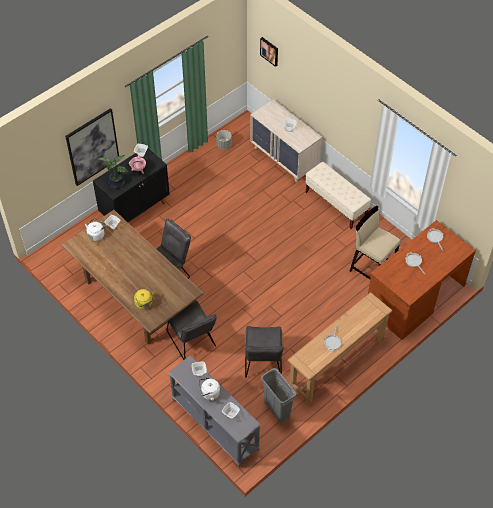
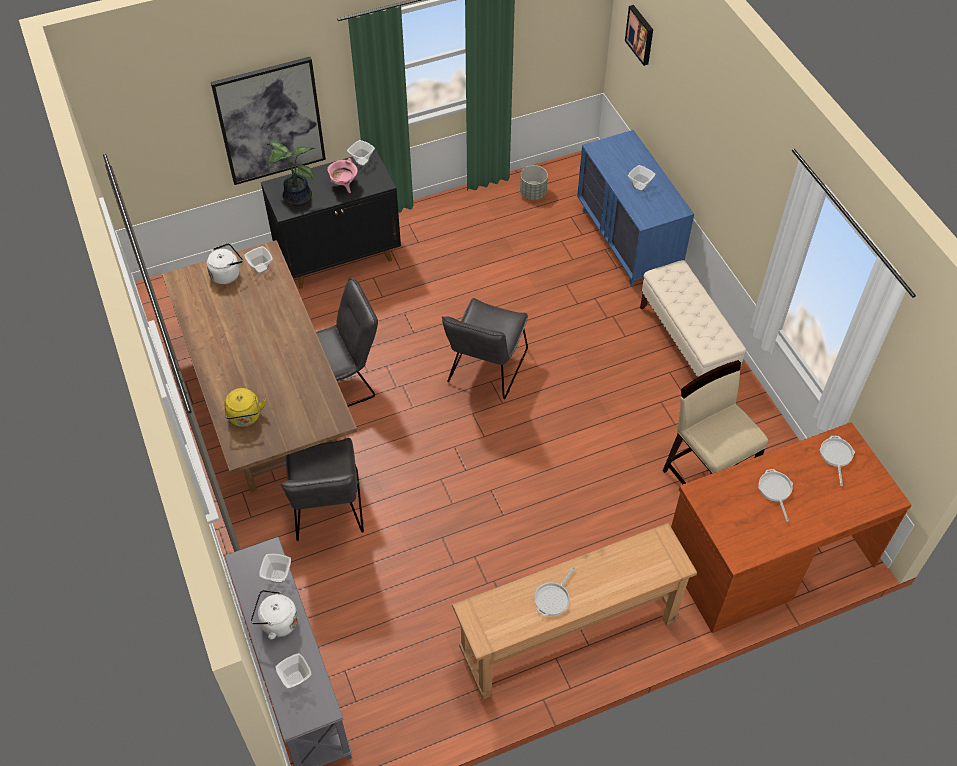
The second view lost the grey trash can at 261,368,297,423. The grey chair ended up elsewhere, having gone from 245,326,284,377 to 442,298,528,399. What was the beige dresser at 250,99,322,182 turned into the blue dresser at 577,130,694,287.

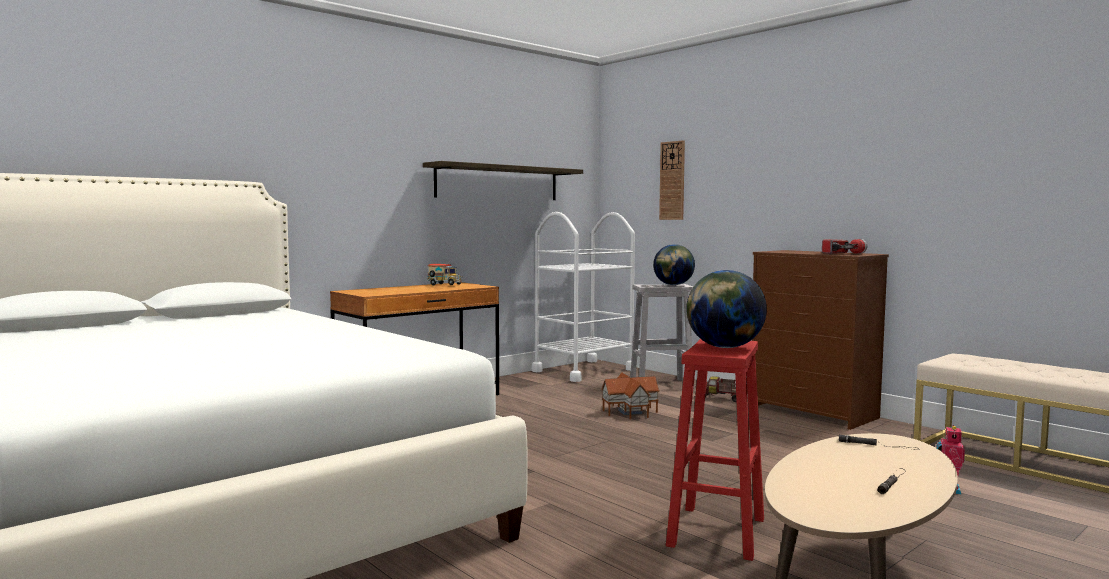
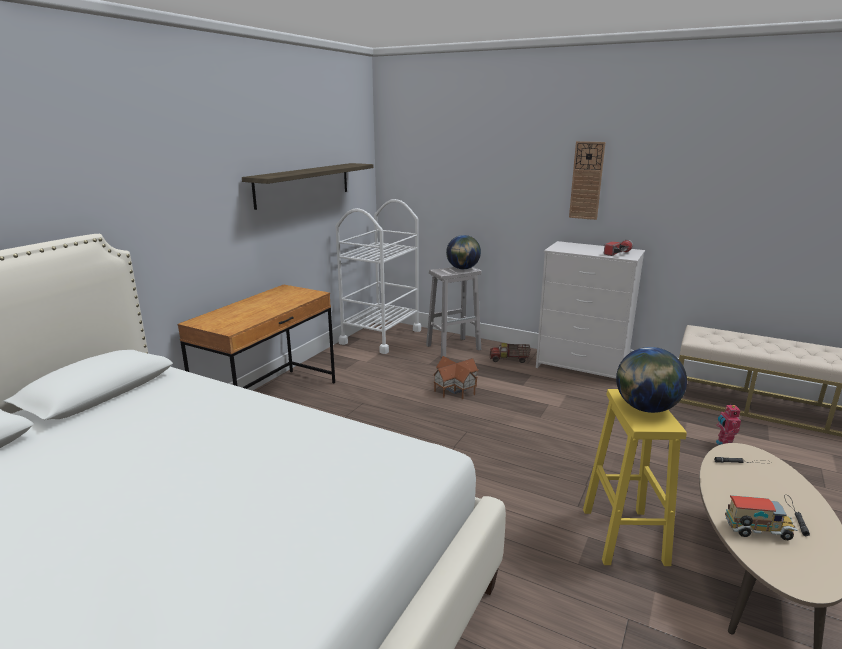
The toy truck ended up elsewhere, having gone from 427,264,462,285 to 725,495,798,540. The wall clock ended up elsewhere, having gone from 659,140,685,220 to 569,141,605,220. What was the red stool at 666,339,764,561 turned into the yellow stool at 583,389,687,566. What was the brown dresser at 751,250,889,430 turned into the white dresser at 536,241,645,379.

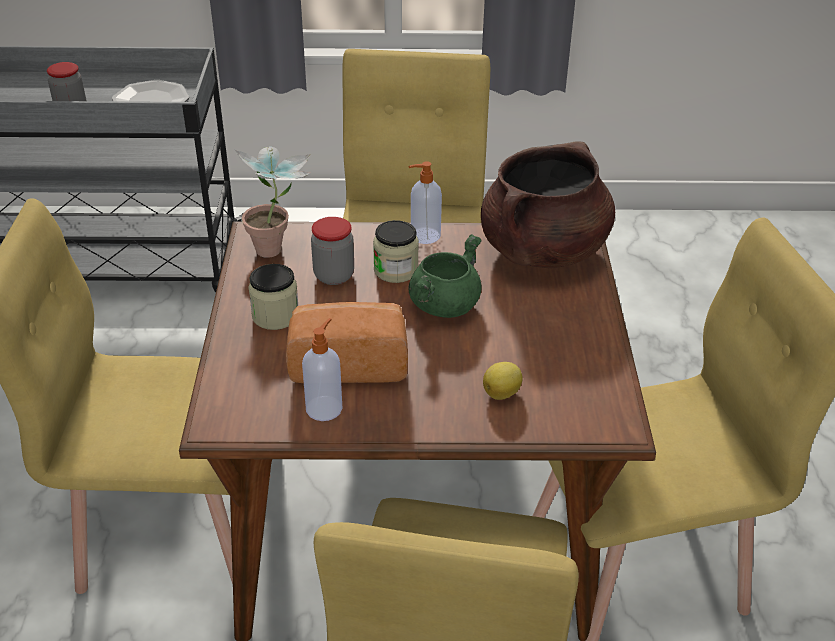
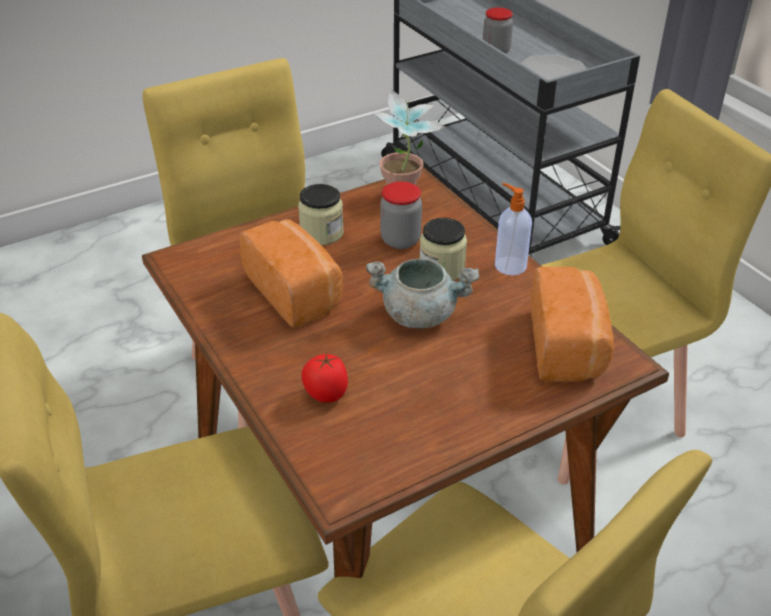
The second view lost the soap dispenser at 302,318,343,421. Where the brown cooking pot stood at 481,142,615,268, the bread came to stand at 531,267,614,382. Where the lemon stood at 483,362,523,400, the tomato came to stand at 302,353,348,403. What was the green cooking pot at 409,234,482,318 turned into the grey cooking pot at 366,259,480,328.

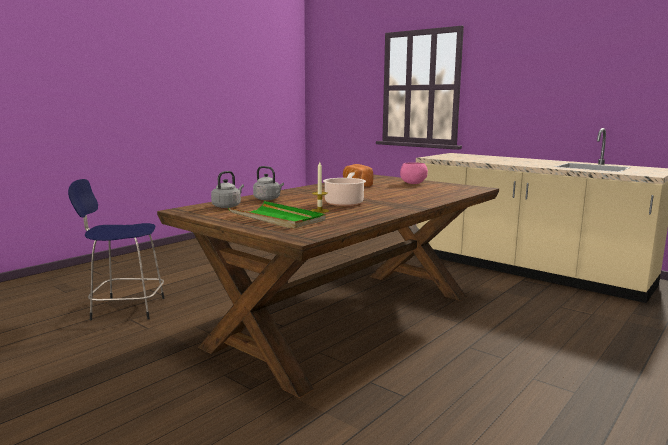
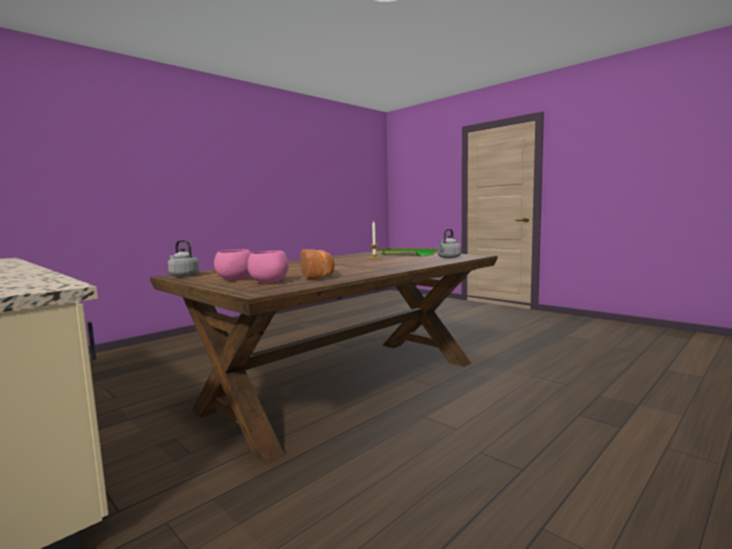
The second view lost the blue stool at 68,179,164,320. The second view lost the cooking pot at 323,172,366,206. The second view gained the pink bowl at 247,251,289,283. The grey kettle ended up elsewhere, having gone from 253,166,284,200 to 168,240,199,277.

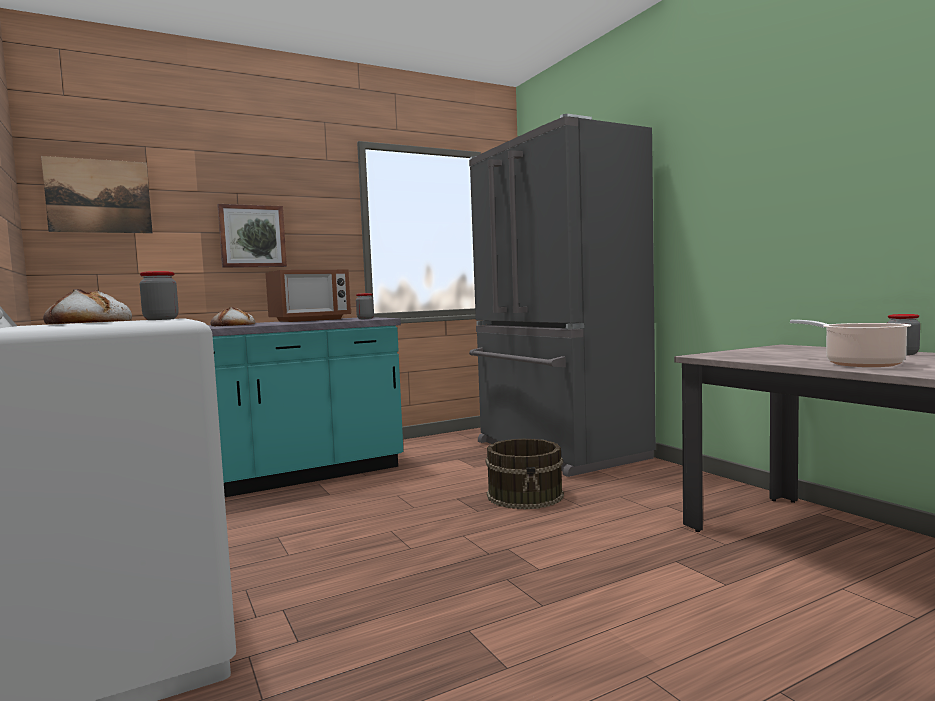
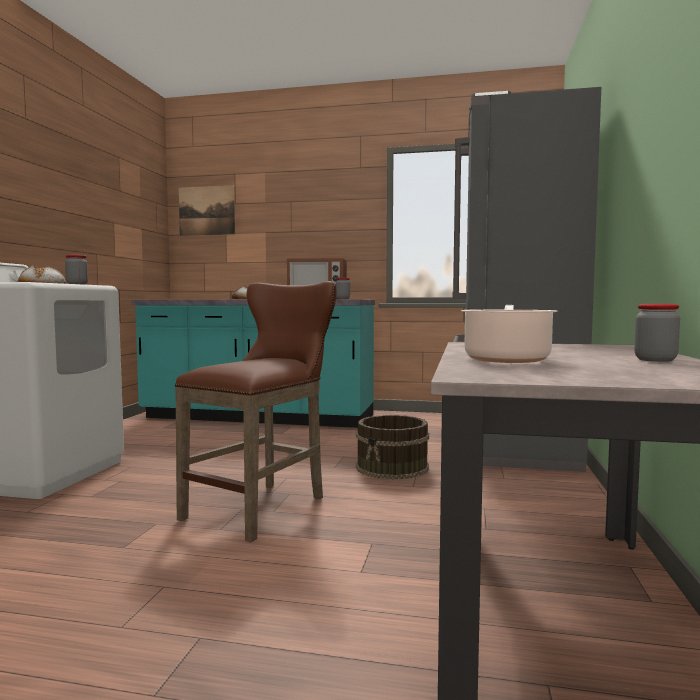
The second view lost the picture at 217,204,287,268. The second view gained the brown stool at 175,281,337,543.

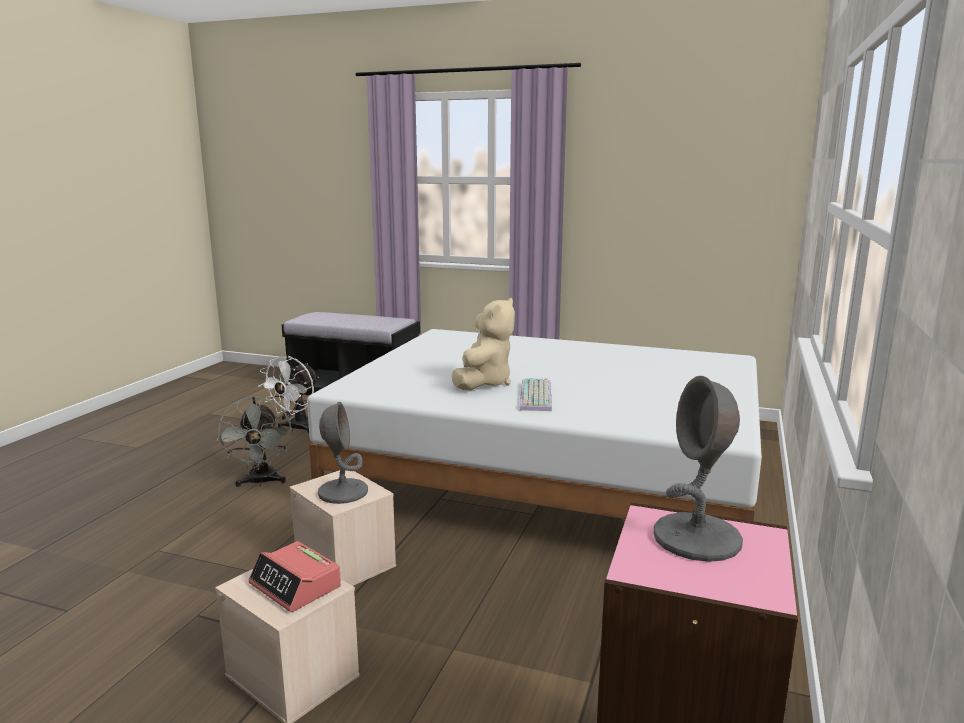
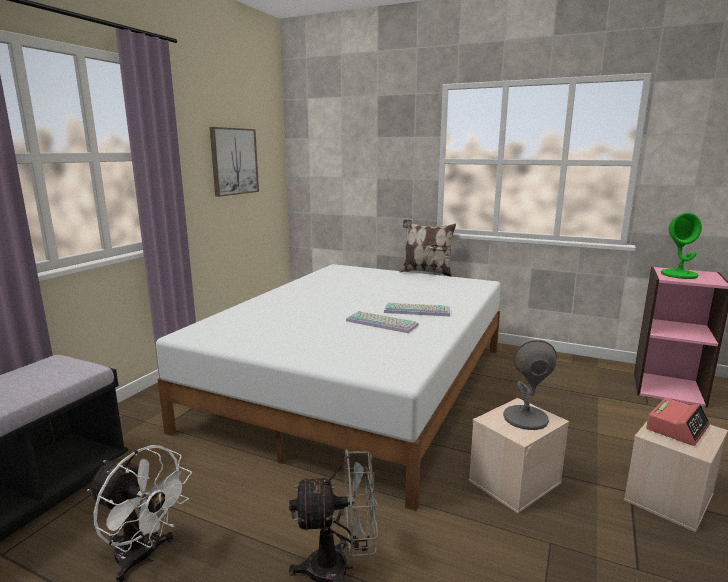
The second view gained the picture at 210,127,259,197. The second view gained the pillow at 399,219,456,277. Where the beige plush toy stood at 452,298,515,390, the keyboard came to stand at 346,311,419,333. What was the grey table lamp at 654,376,743,562 turned into the green table lamp at 661,213,702,279.

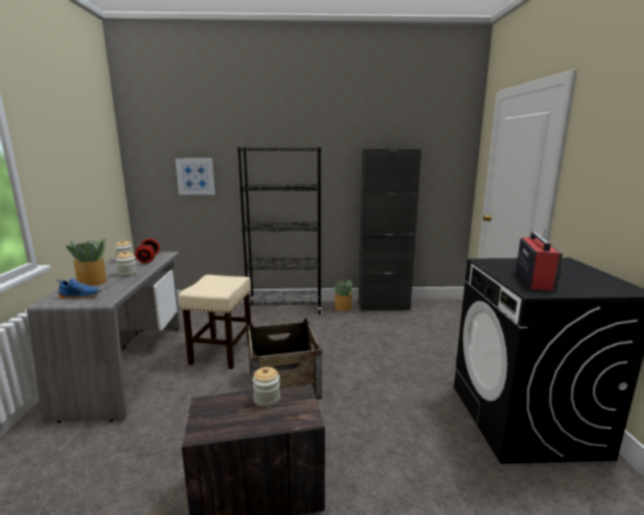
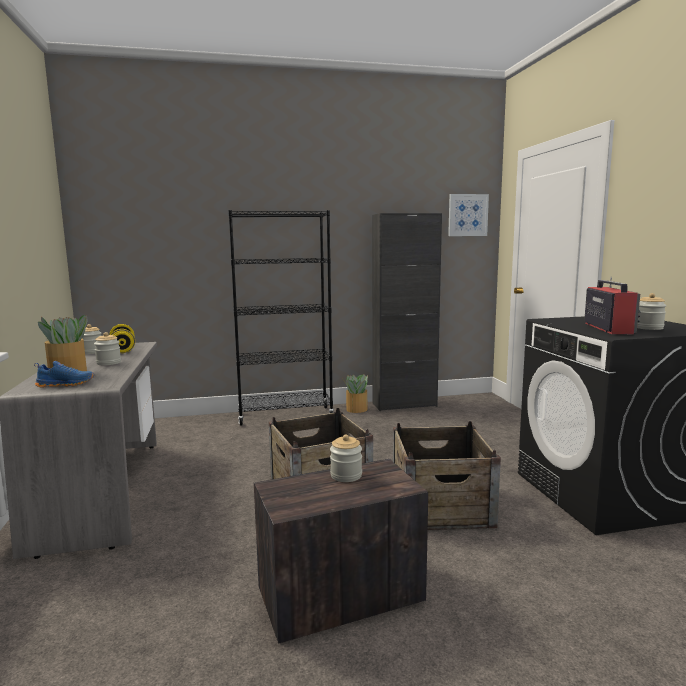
The second view lost the beige stool at 179,275,251,369. The second view gained the crate at 393,421,501,530. The second view gained the jar at 637,293,667,330. The picture ended up elsewhere, having gone from 175,158,215,195 to 448,194,489,236. What was the red dumbbell at 135,239,160,263 turned into the yellow dumbbell at 109,324,135,353.

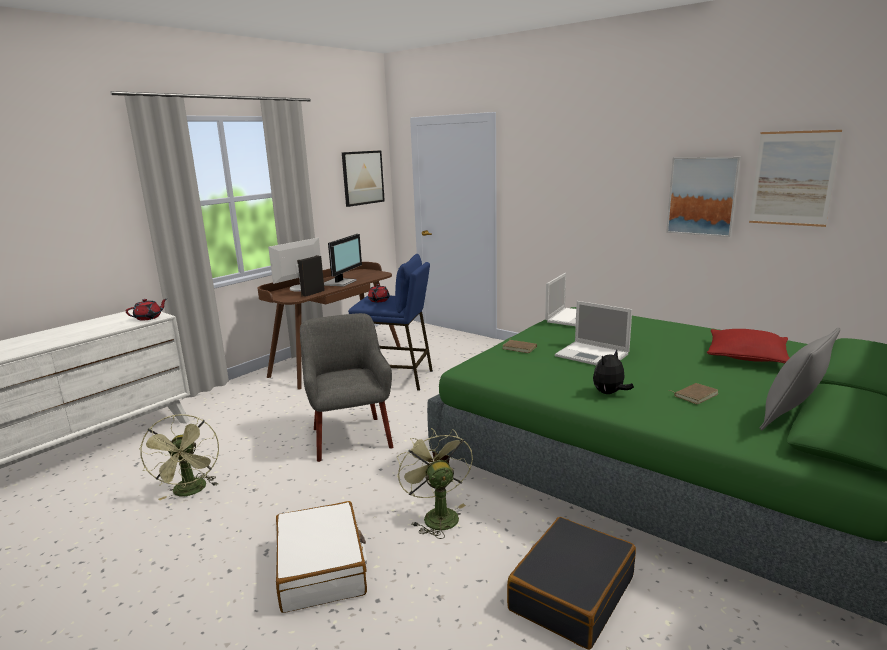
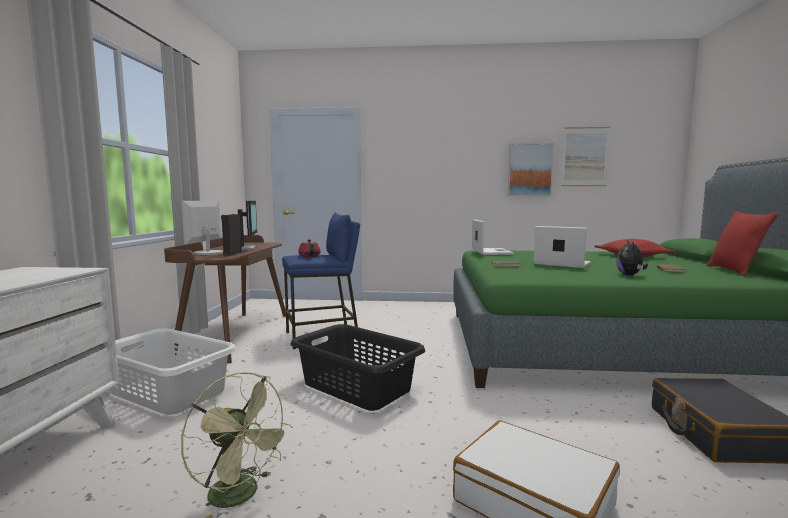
The second view lost the red teapot at 126,299,167,320. The second view lost the picture at 342,150,385,207. The second view lost the green fan at 397,428,473,539. The second view gained the white laundry basket at 110,328,237,415. Where the grey armchair stood at 300,313,393,462, the black laundry basket came to stand at 290,324,425,411. What was the grey pillow at 760,327,840,430 turned into the red pillow at 707,211,778,276. The laptop at 555,301,632,365 ended up facing another way, 150 degrees counterclockwise from before.

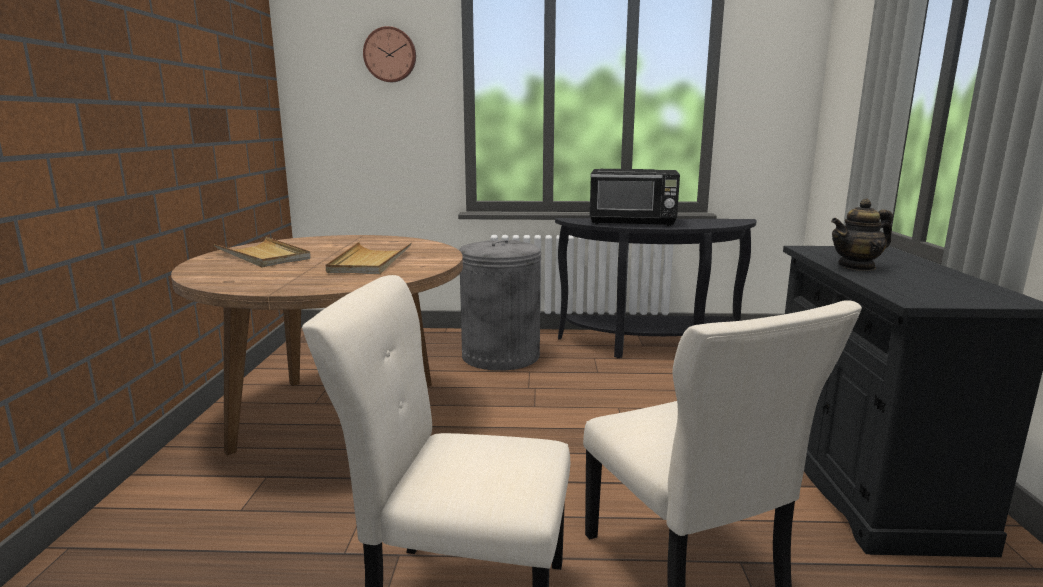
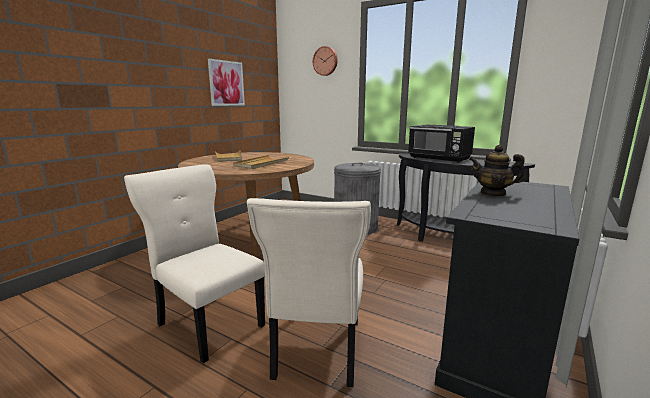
The second view gained the picture at 208,59,245,106.

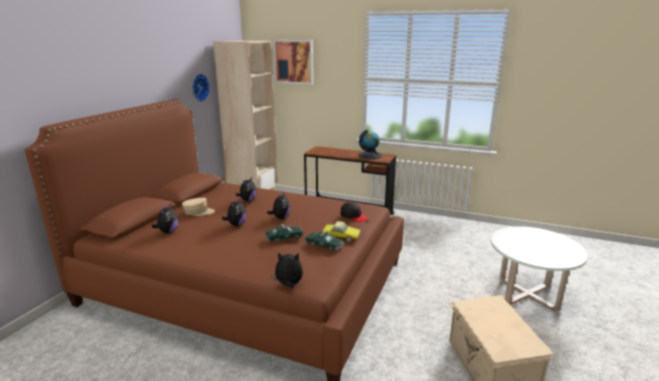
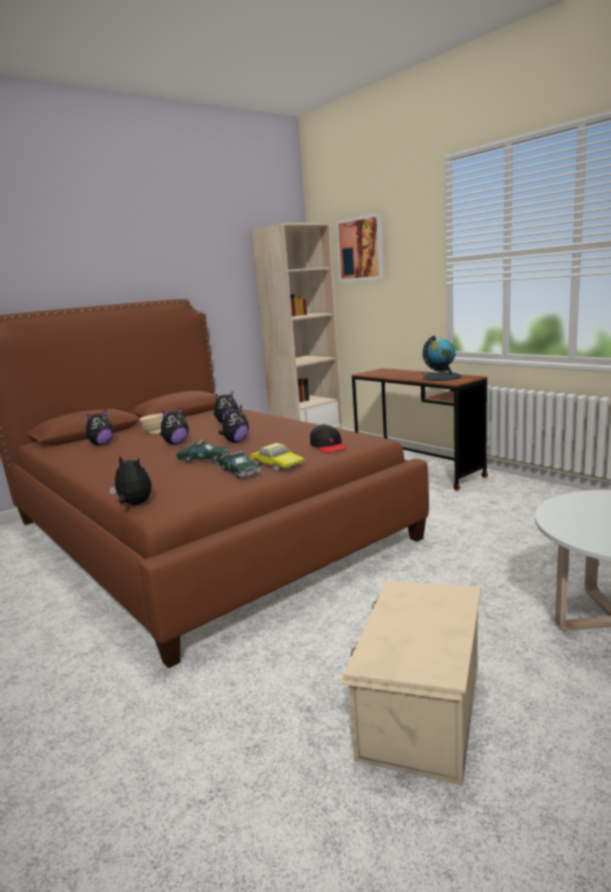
The second view lost the wall clock at 192,74,210,102.

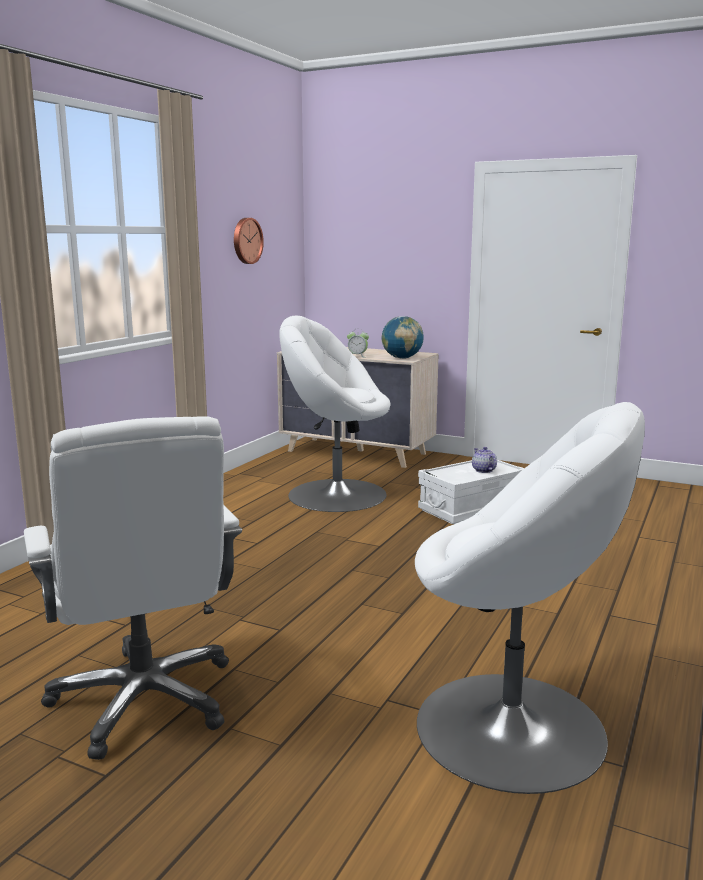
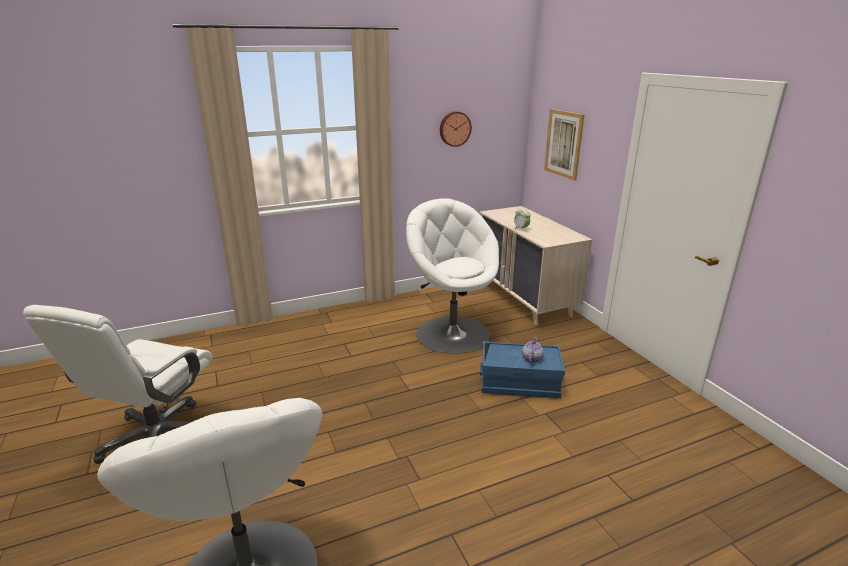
The second view lost the globe at 381,316,424,359. The second view gained the picture at 544,109,584,181. What was the white storage box at 418,460,524,524 turned into the blue storage box at 480,341,565,398.

